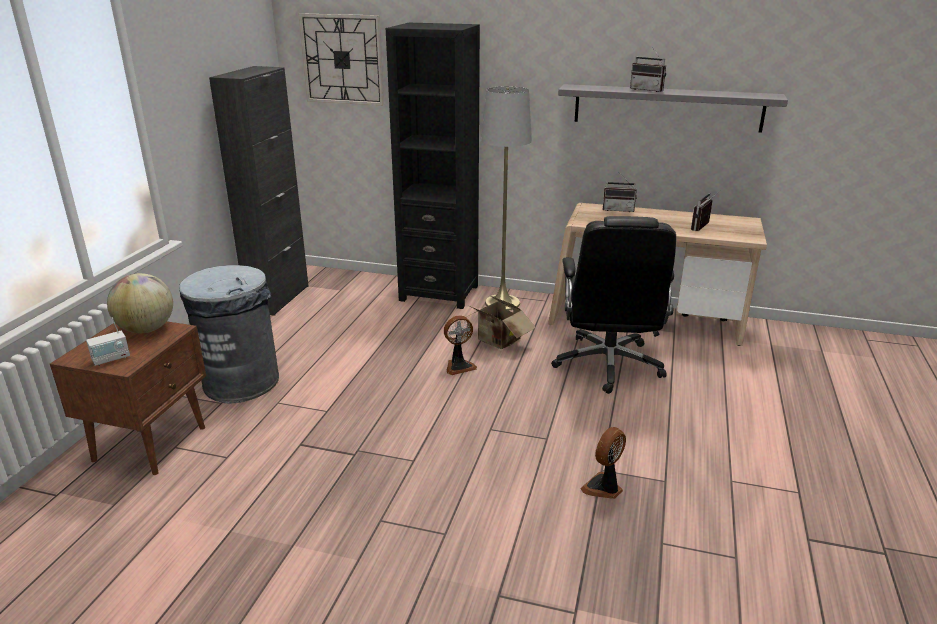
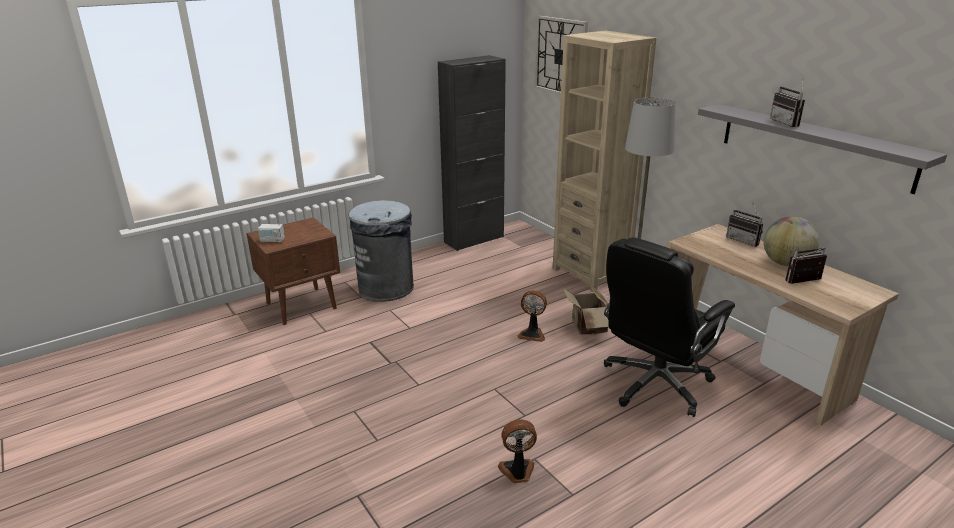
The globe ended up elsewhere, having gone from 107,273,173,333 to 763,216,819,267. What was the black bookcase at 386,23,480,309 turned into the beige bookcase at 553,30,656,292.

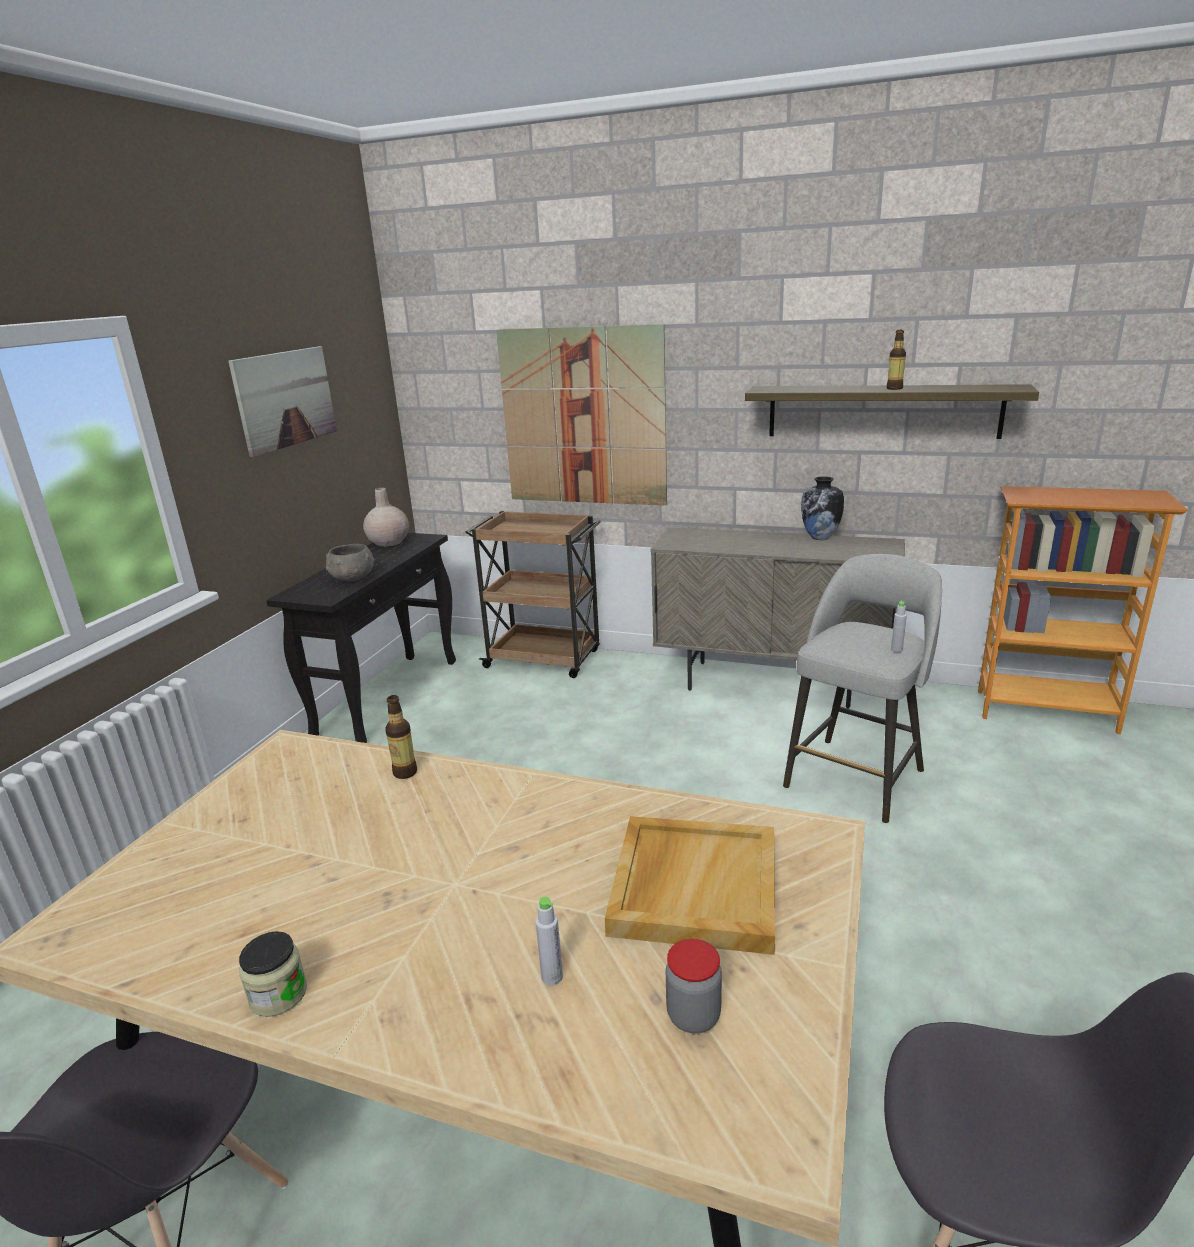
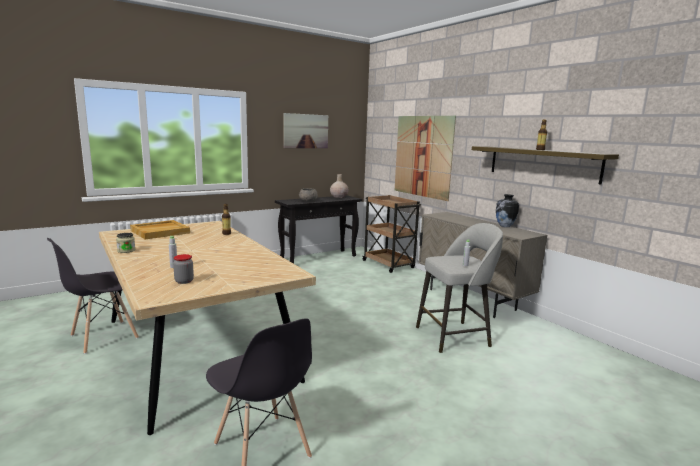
The second view lost the bookcase at 978,486,1188,734. The beige tray ended up elsewhere, having gone from 605,816,775,955 to 130,220,190,240.

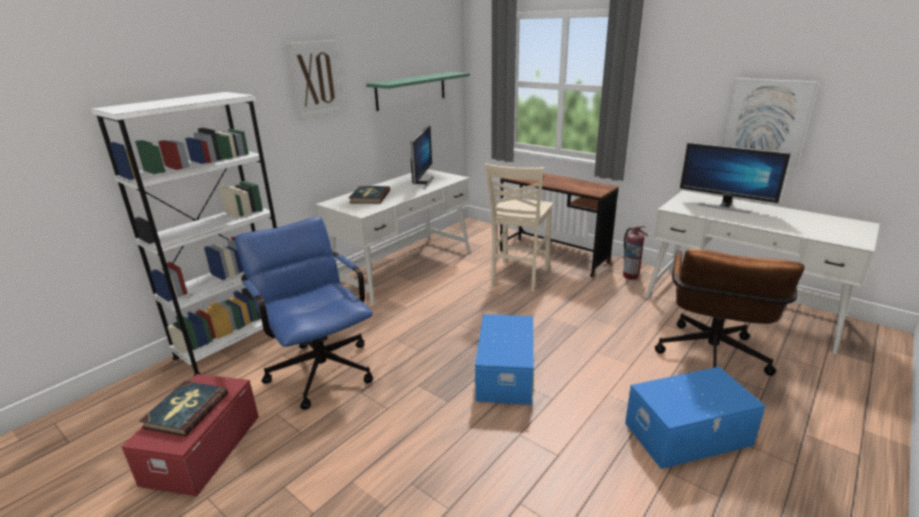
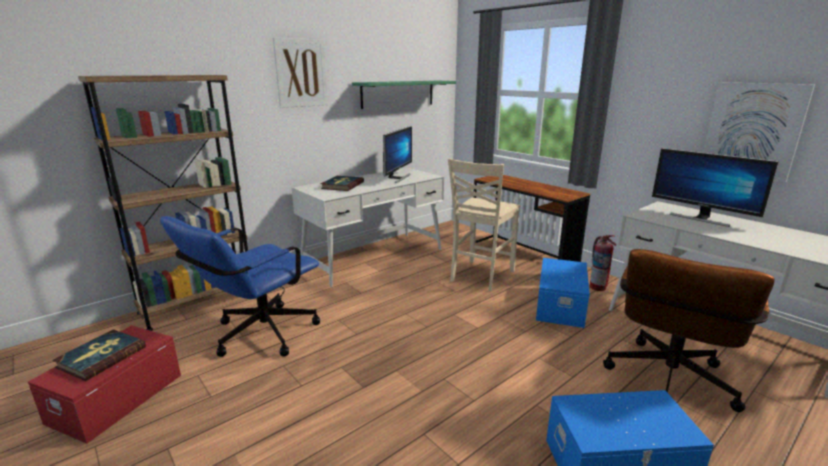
The blue storage box ended up elsewhere, having gone from 475,314,534,405 to 536,258,590,328. What was the white bookcase at 91,92,277,376 turned into the brown bookcase at 78,75,248,331. The blue office chair at 235,217,373,410 ended up facing another way, 120 degrees counterclockwise from before.

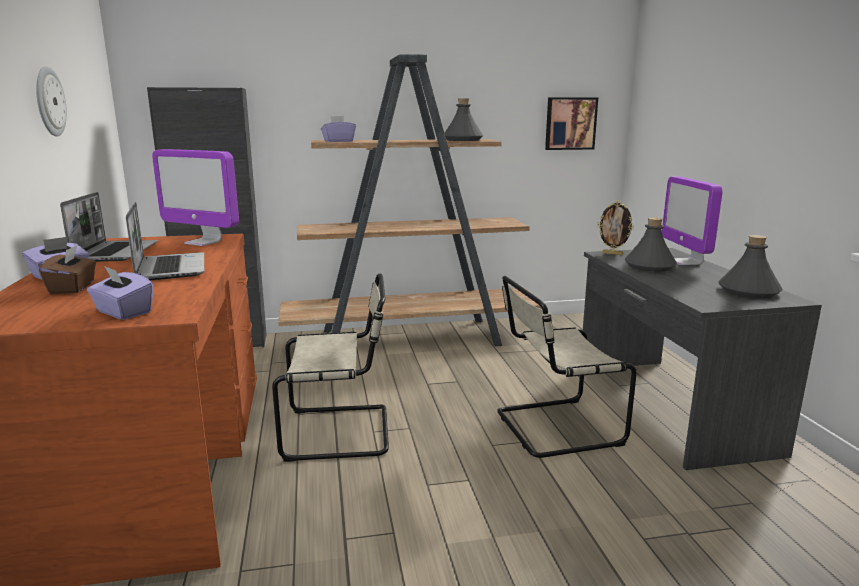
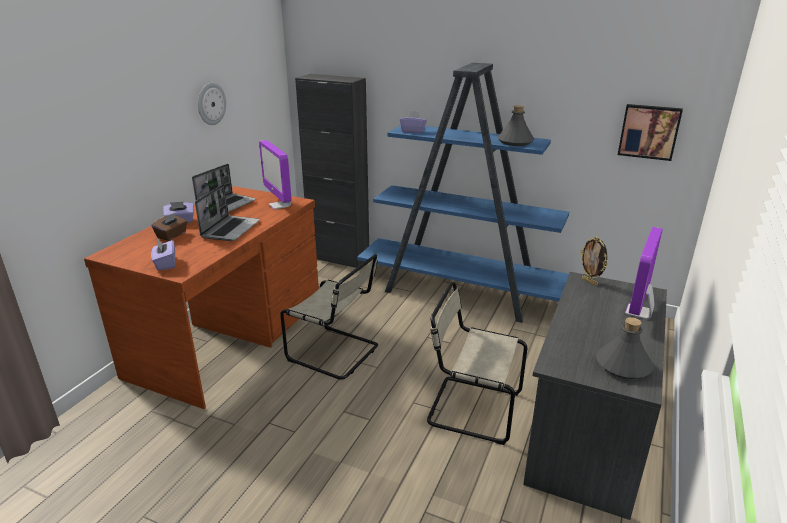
The second view lost the grey bottle at 625,218,677,272. What was the brown bookcase at 278,54,542,346 turned into the blue bookcase at 357,63,569,323.

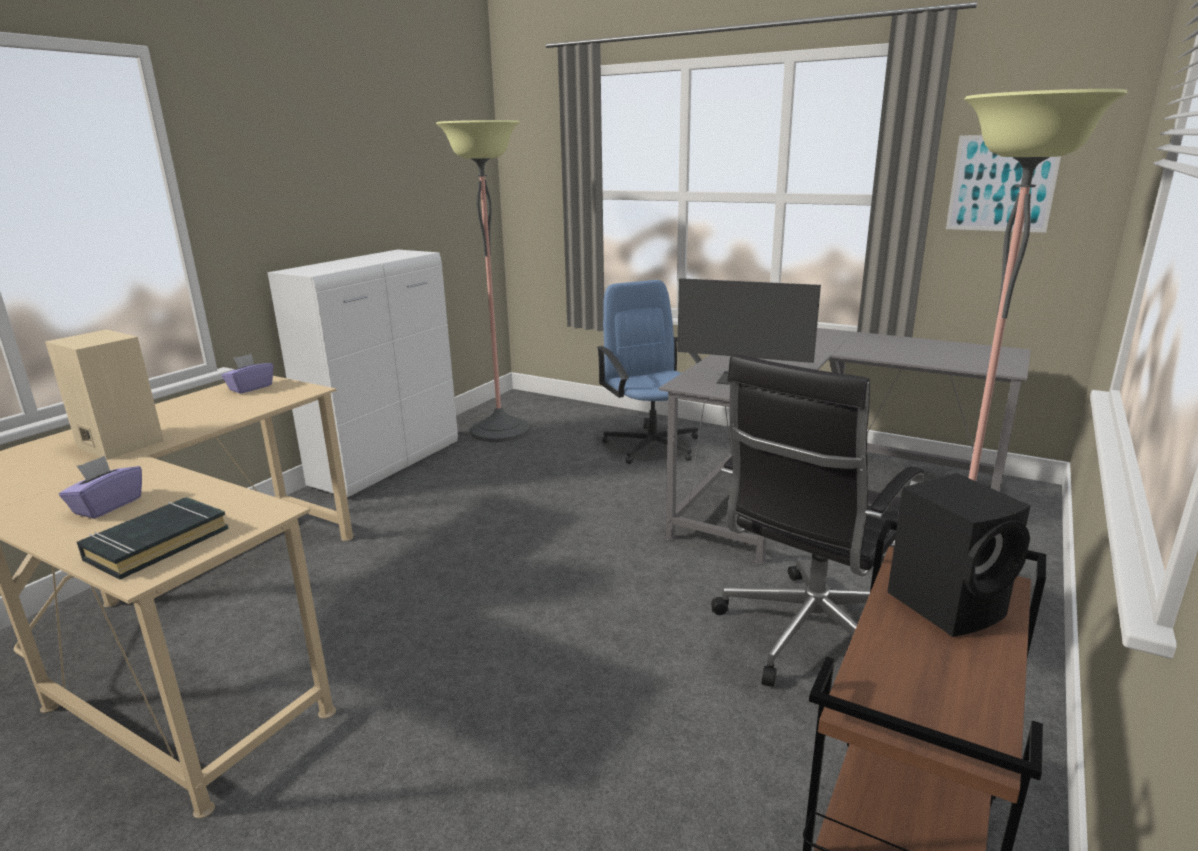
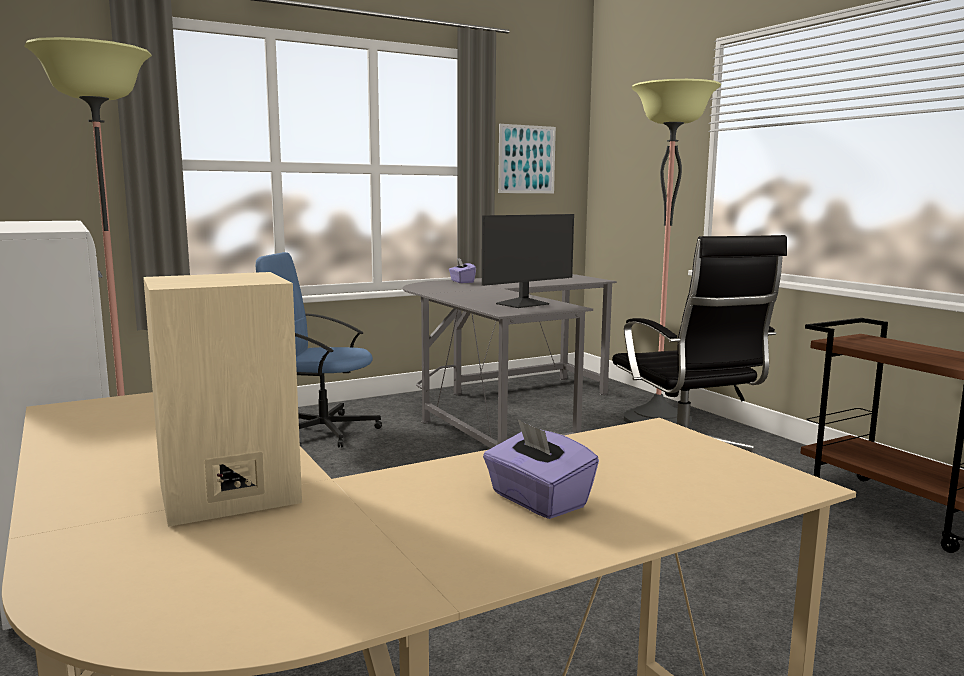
The second view lost the black book at 77,497,229,580. The second view lost the black speaker at 888,473,1031,637. The purple tissue box ended up elsewhere, having gone from 222,354,273,394 to 449,258,476,283.

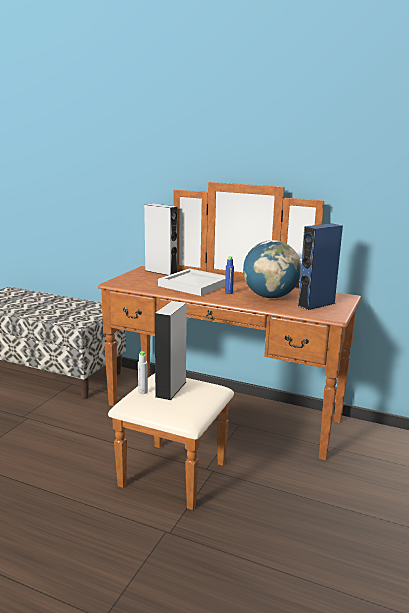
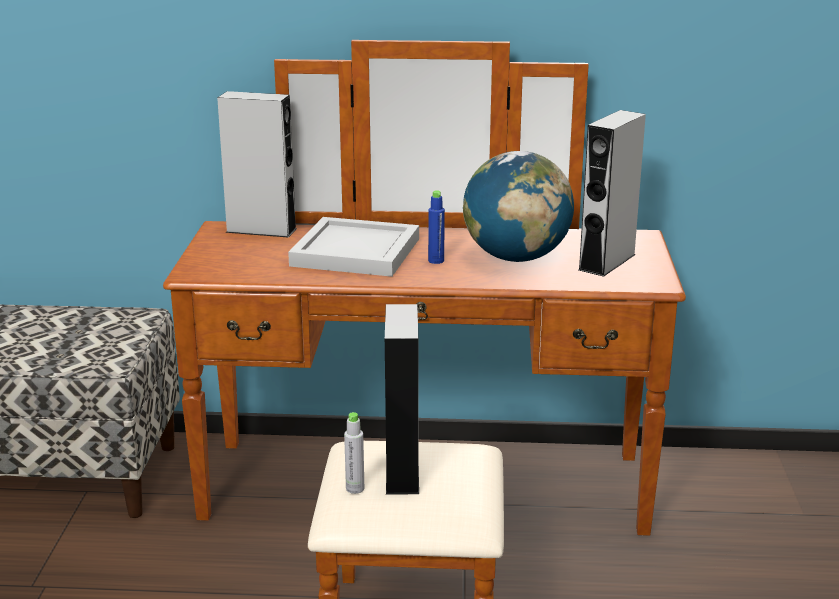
What was the blue speaker at 298,223,343,310 turned into the grey speaker at 579,110,646,277.

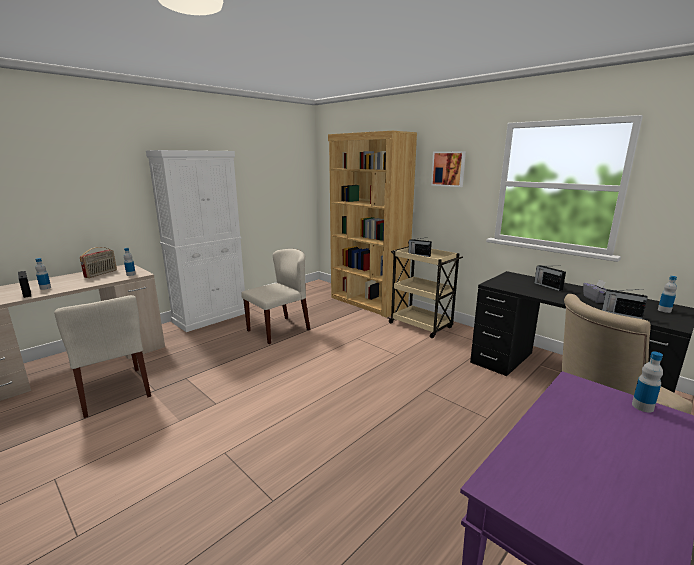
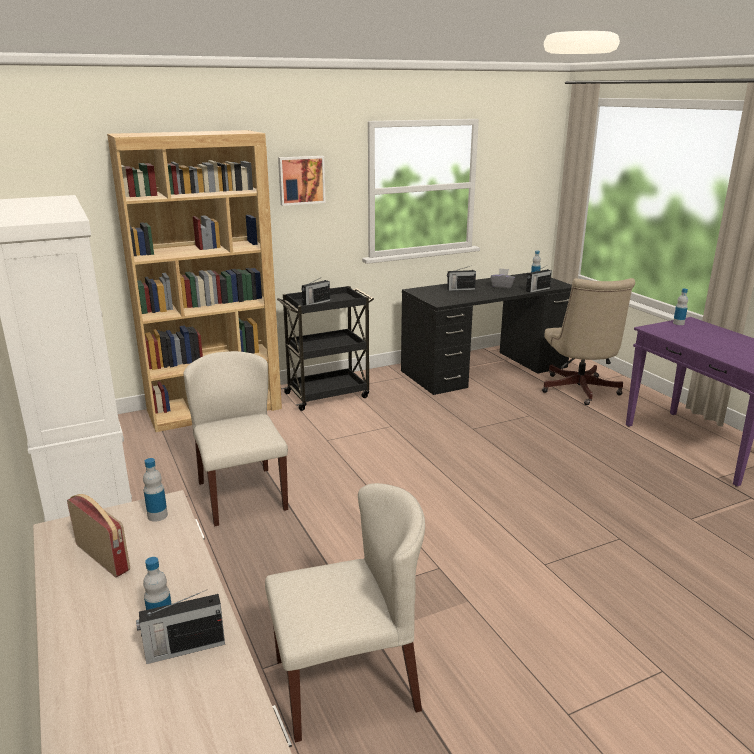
What was the beige cart at 388,246,463,338 turned into the black cart at 277,286,374,411.

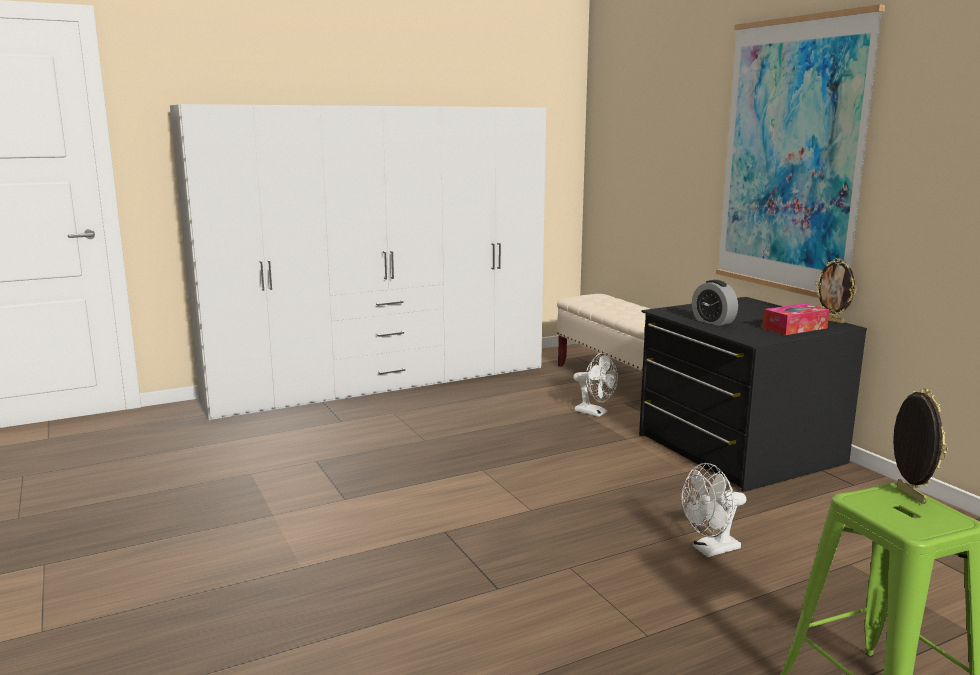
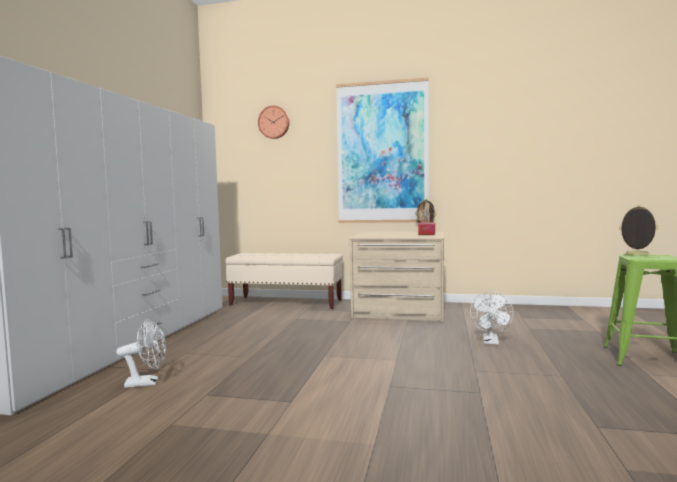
The second view lost the alarm clock at 692,280,738,326. The second view gained the wall clock at 258,106,290,139. The white fan ended up elsewhere, having gone from 573,353,618,417 to 116,319,166,388. What was the black dresser at 639,297,867,492 turned into the beige dresser at 348,231,444,322.

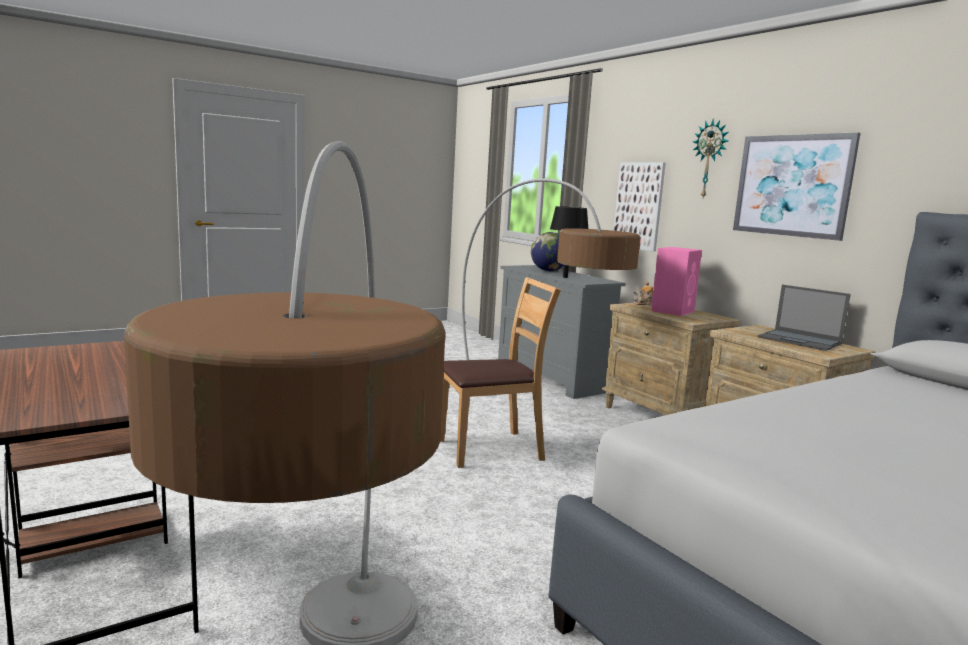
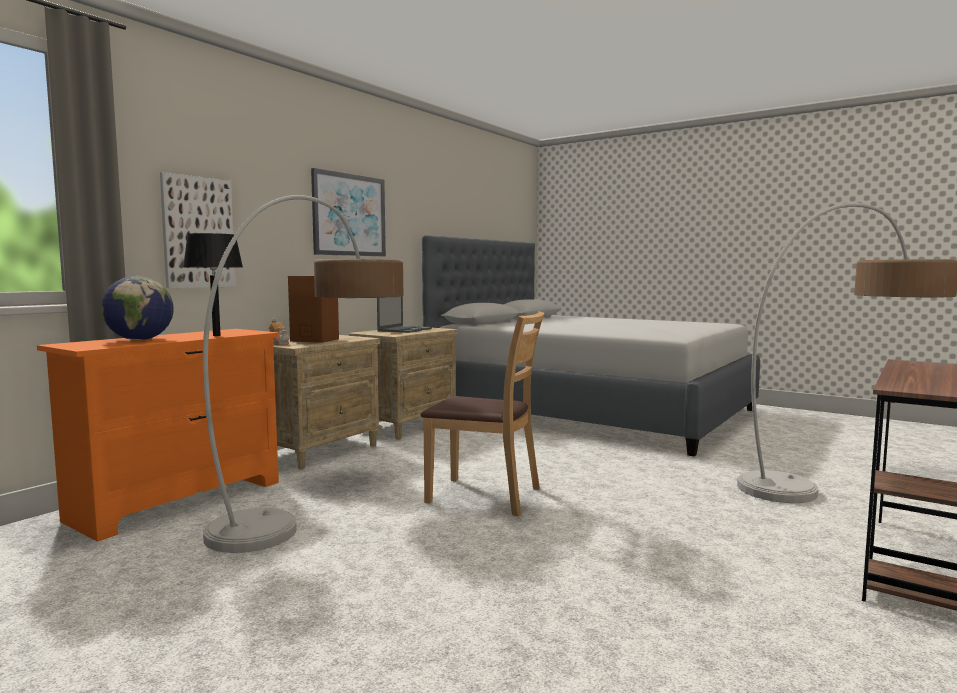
The second view lost the wall clock at 693,120,728,198. What was the grey dresser at 498,265,626,399 turned into the orange dresser at 37,329,279,542. What was the pink speaker at 651,247,702,316 turned into the brown speaker at 288,276,339,343. The brown chair at 440,277,561,468 ended up facing another way, 150 degrees clockwise from before.

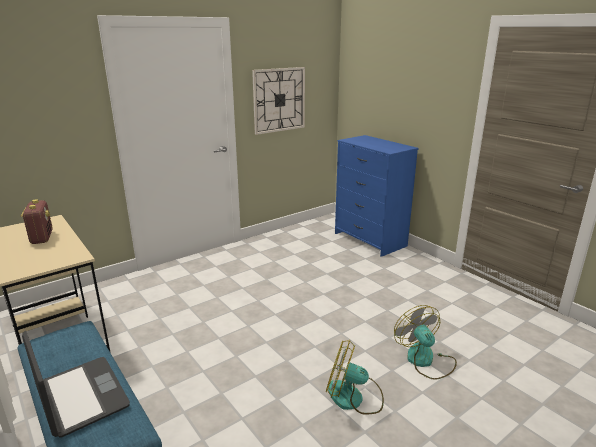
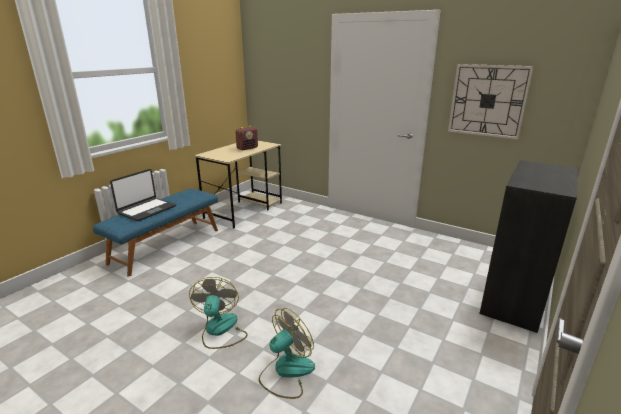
What was the blue dresser at 335,135,419,257 turned into the black dresser at 479,160,578,333.

